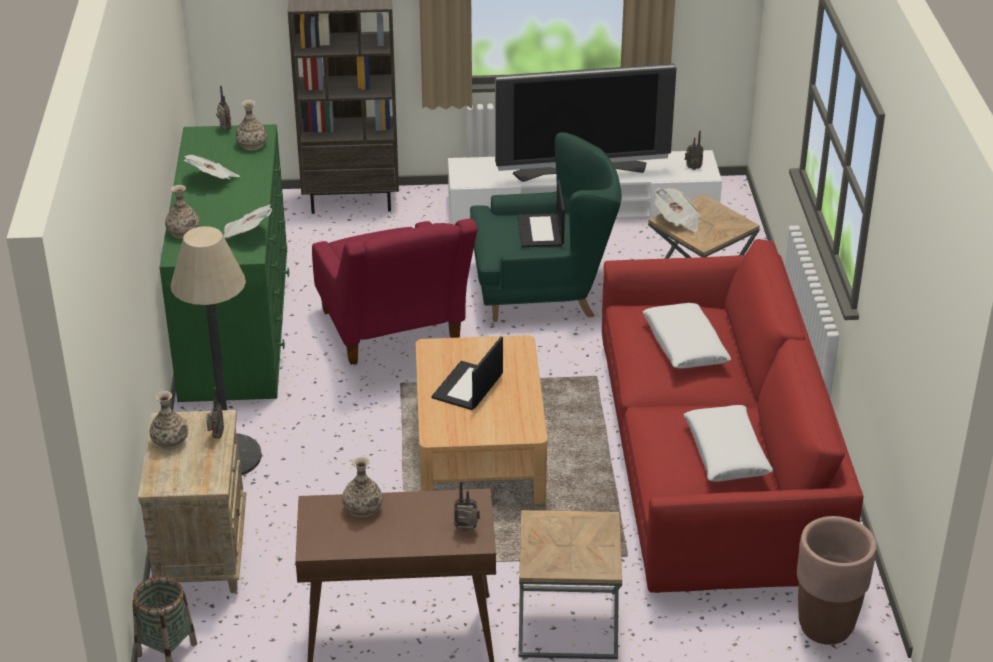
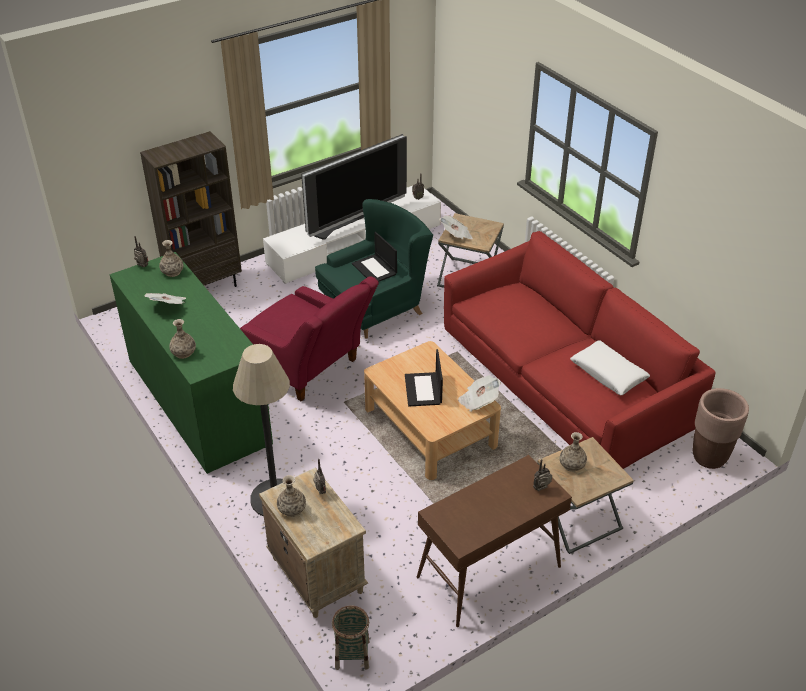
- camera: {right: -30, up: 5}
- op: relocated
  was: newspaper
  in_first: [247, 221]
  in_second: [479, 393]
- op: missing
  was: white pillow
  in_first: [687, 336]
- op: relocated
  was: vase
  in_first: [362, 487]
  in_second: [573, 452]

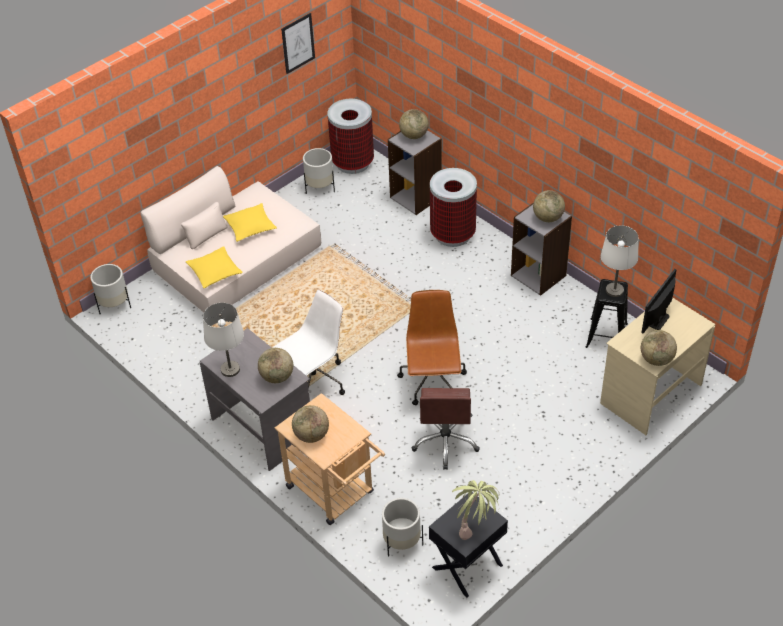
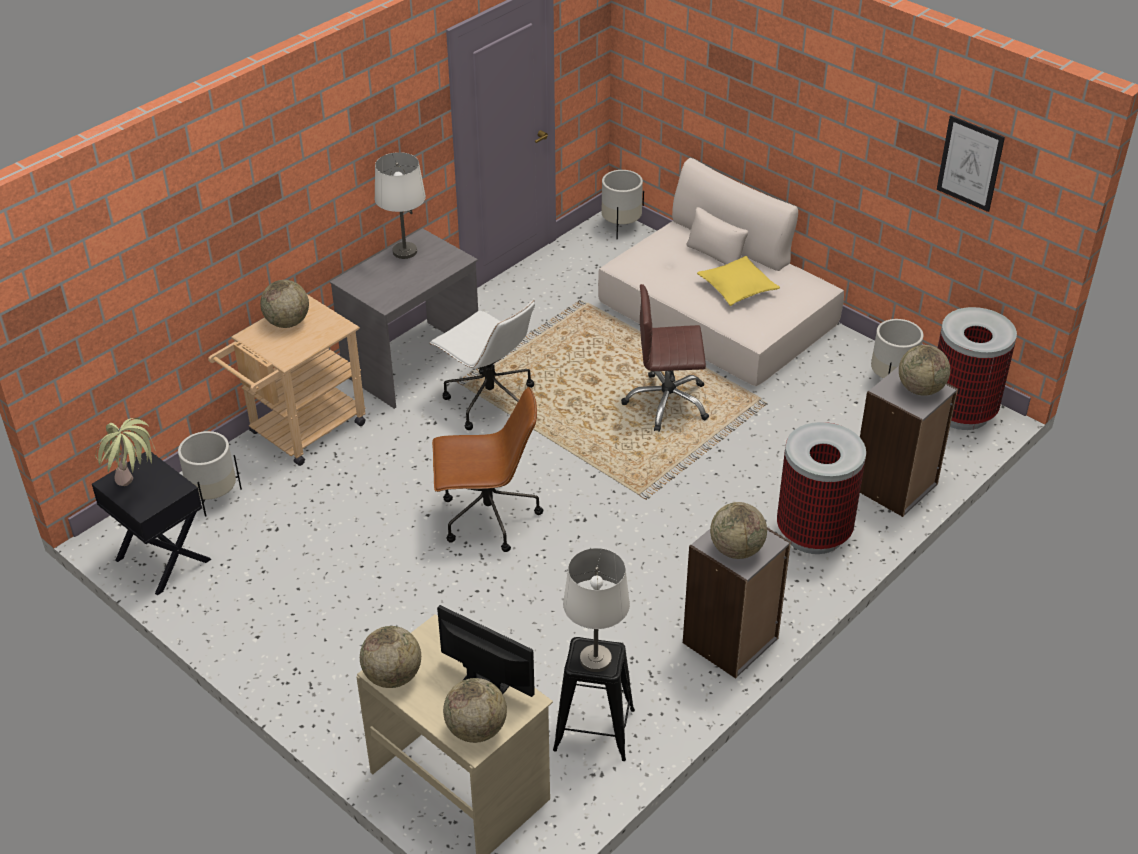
- camera: {right: 85, up: -5}
- op: missing
  was: yellow pillow
  in_first: [214, 267]
- op: relocated
  was: globe
  in_first: [275, 365]
  in_second: [475, 710]
- op: relocated
  was: brown office chair
  in_first: [445, 429]
  in_second: [665, 358]

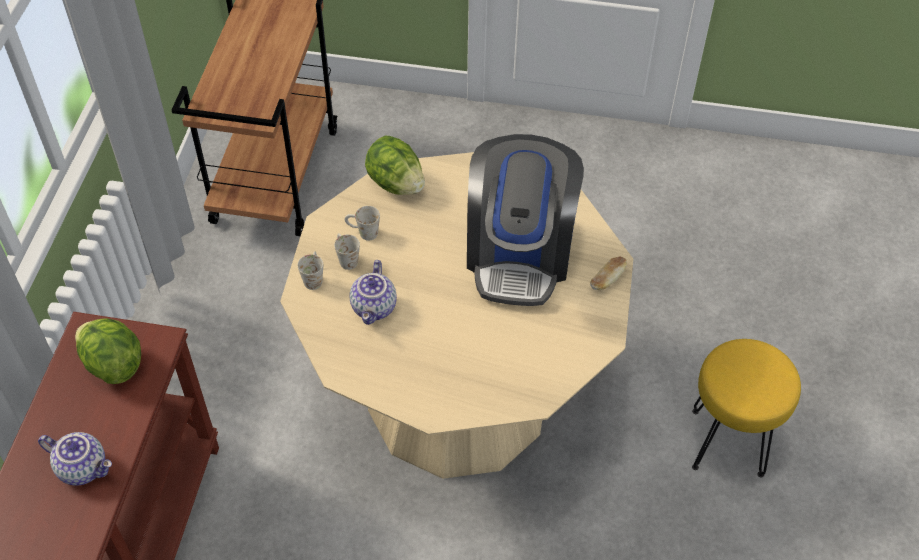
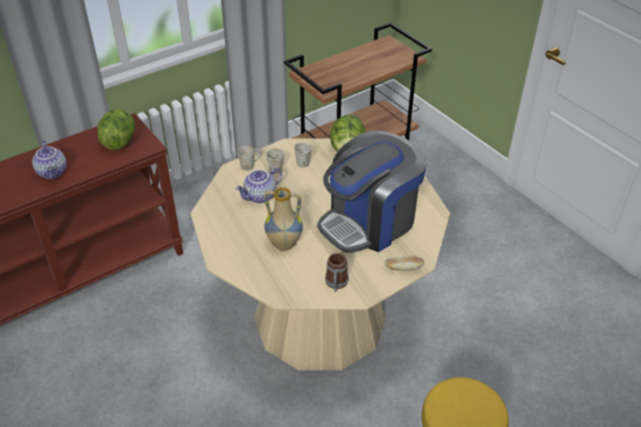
- camera: {right: 45, up: -10}
- op: appeared
  now: vase
  in_second: [283, 218]
- op: appeared
  now: mug
  in_second: [337, 272]

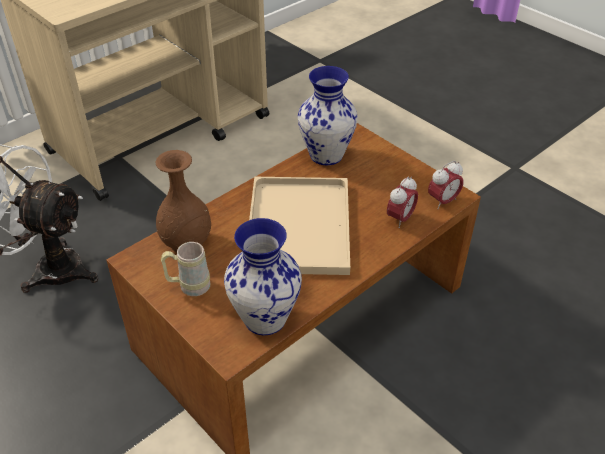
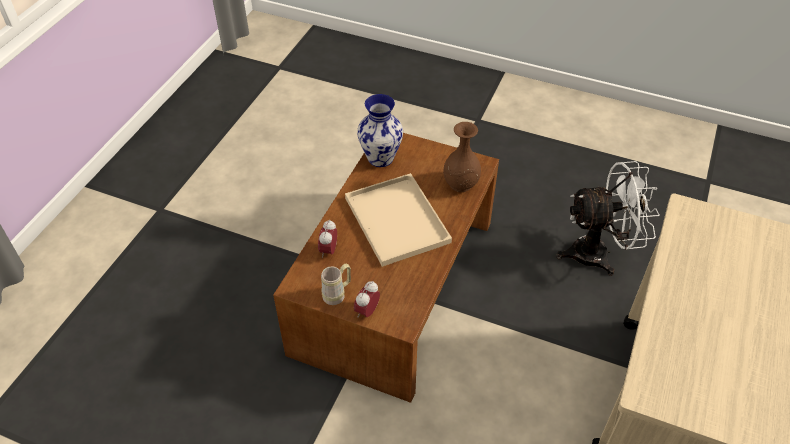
- camera: {right: 155, up: 5}
- op: missing
  was: vase
  in_first: [328, 115]
- op: relocated
  was: alarm clock
  in_first: [446, 185]
  in_second: [367, 299]
- op: relocated
  was: beige mug
  in_first: [185, 269]
  in_second: [336, 284]

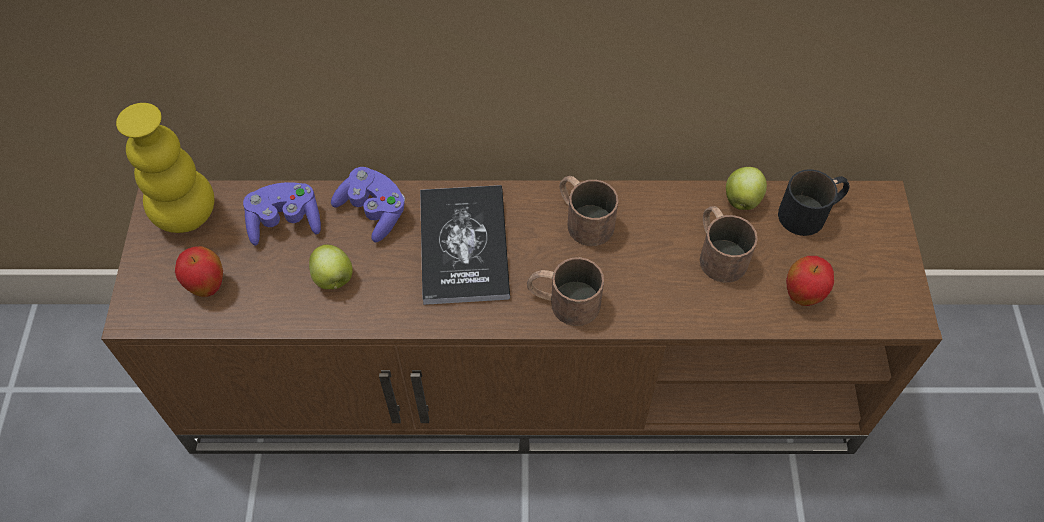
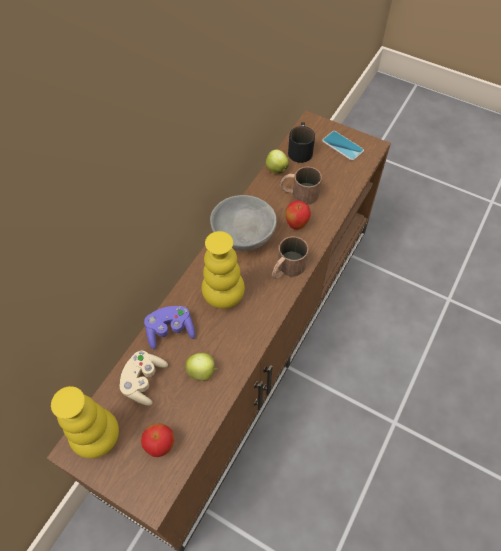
- camera: {right: -60, up: 0}
- op: exchanged
  was: brown mug
  now: grey bowl
  in_first: [589, 211]
  in_second: [243, 223]
- op: colour
  was: purple game controller
  now: beige game controller
  in_first: [282, 214]
  in_second: [143, 378]
- op: exchanged
  was: book
  now: yellow vase
  in_first: [465, 245]
  in_second: [223, 270]
- op: relocated
  was: apple
  in_first: [810, 281]
  in_second: [298, 215]
- op: appeared
  now: phone
  in_second: [343, 146]

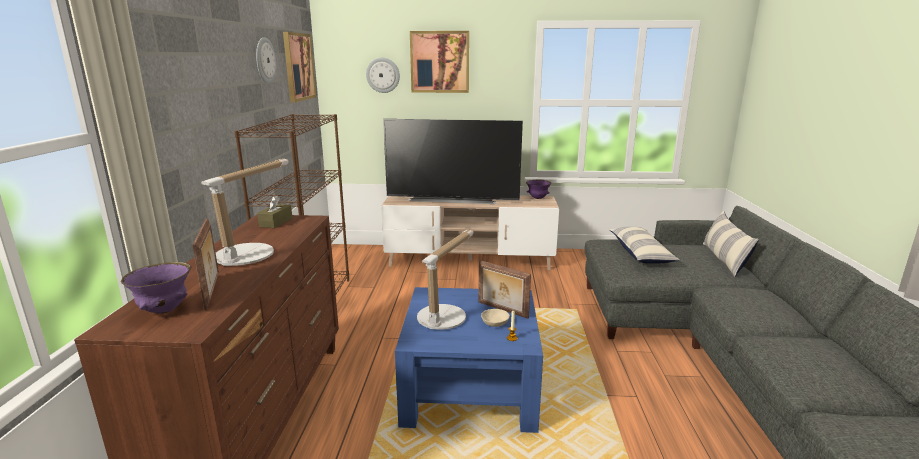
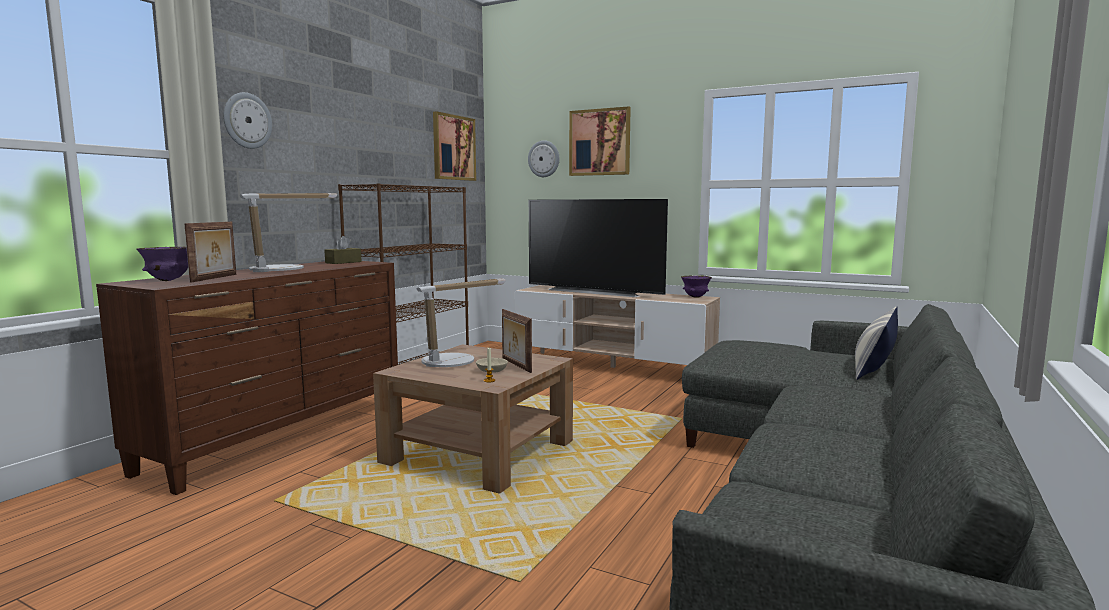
- camera: {right: 25, up: -10}
- op: relocated
  was: wall clock
  in_first: [266, 60]
  in_second: [247, 120]
- op: missing
  was: pillow
  in_first: [645, 245]
- op: colour
  was: blue coffee table
  now: brown coffee table
  in_first: [469, 360]
  in_second: [473, 419]

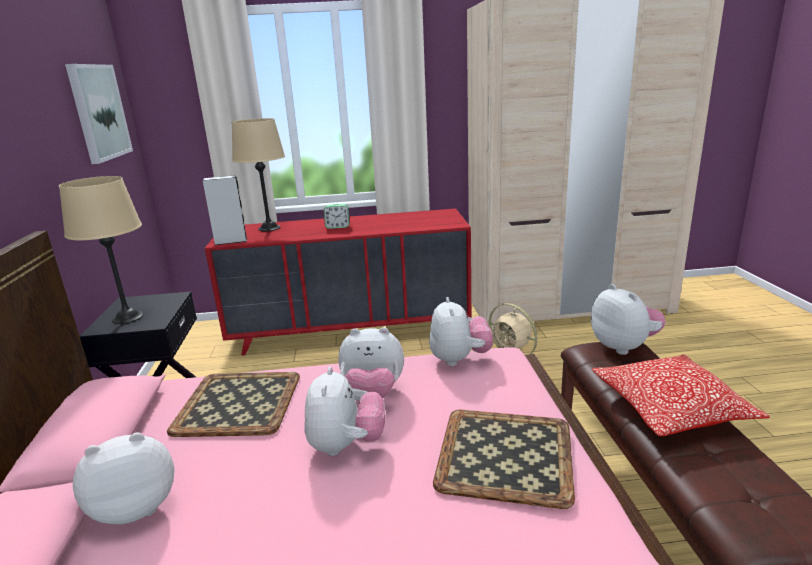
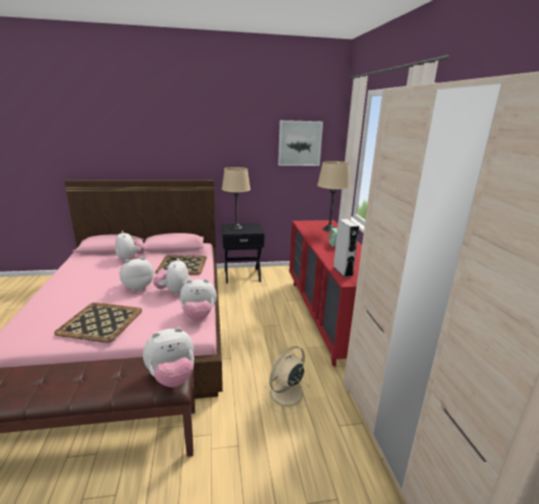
- camera: {right: 85, up: 0}
- op: relocated
  was: grey speaker
  in_first: [225, 210]
  in_second: [346, 248]
- op: missing
  was: pillow
  in_first: [681, 395]
- op: spun
  was: plush toy
  in_first: [344, 411]
  in_second: [137, 274]
  clockwise: 150

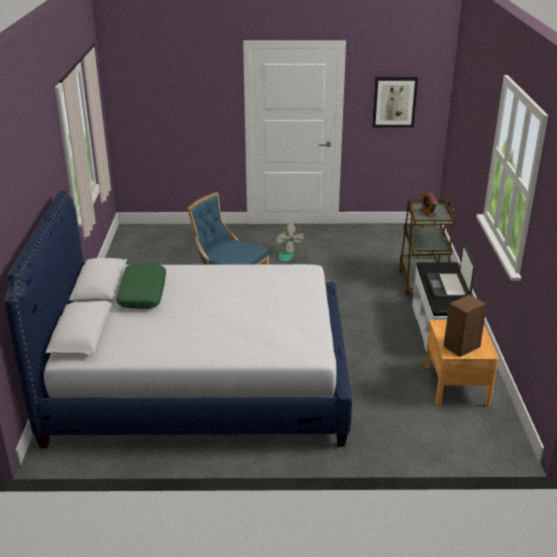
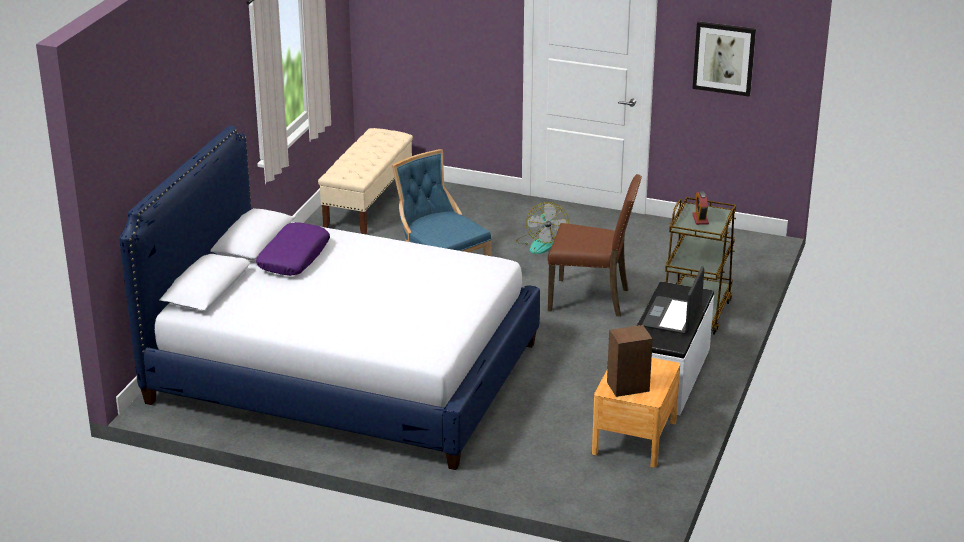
- camera: {right: 20, up: 0}
- op: colour
  was: green pillow
  now: purple pillow
  in_first: [141, 286]
  in_second: [293, 249]
- op: appeared
  now: beige bench
  in_second: [365, 181]
- op: appeared
  now: brown chair
  in_second: [595, 245]

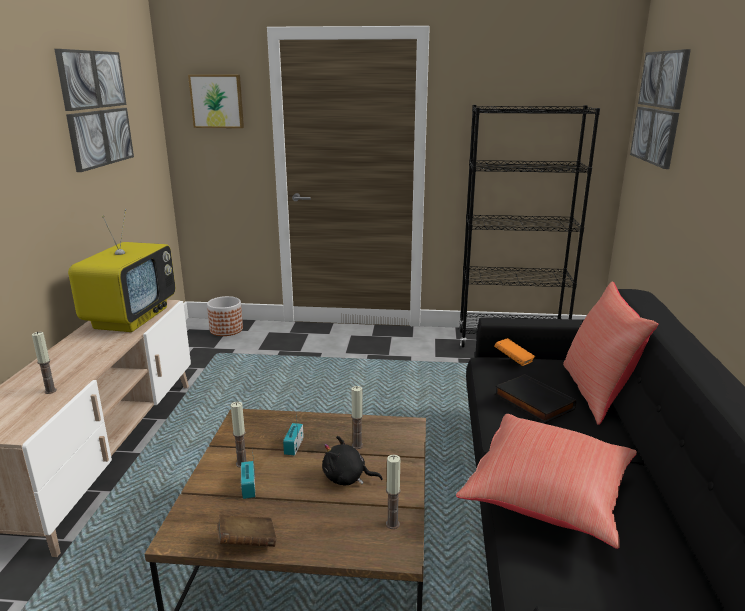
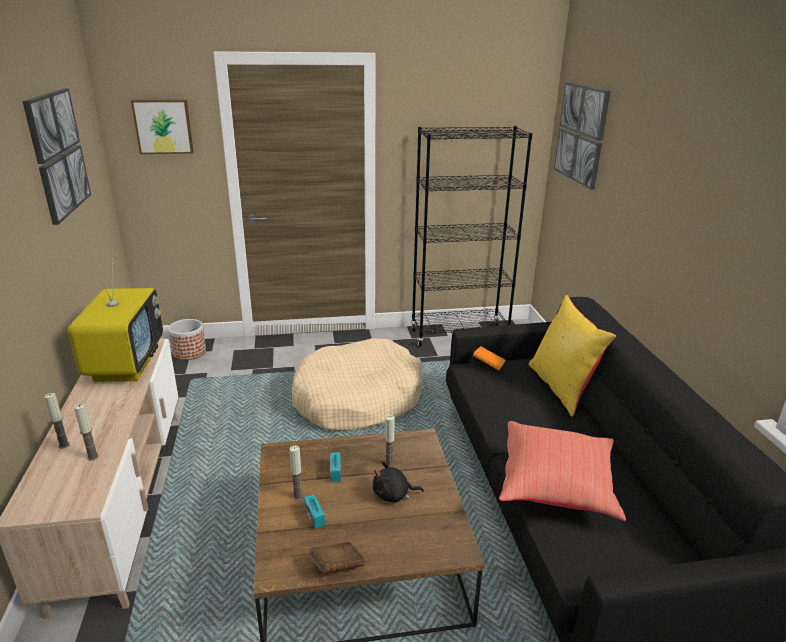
- camera: {right: -15, up: 5}
- op: colour
  was: red pillow
  now: yellow pillow
  in_first: [610, 353]
  in_second: [572, 356]
- op: missing
  was: black book
  in_first: [535, 398]
- op: relocated
  was: candle
  in_first: [393, 492]
  in_second: [57, 421]
- op: appeared
  now: beige dog bed
  in_second: [357, 384]

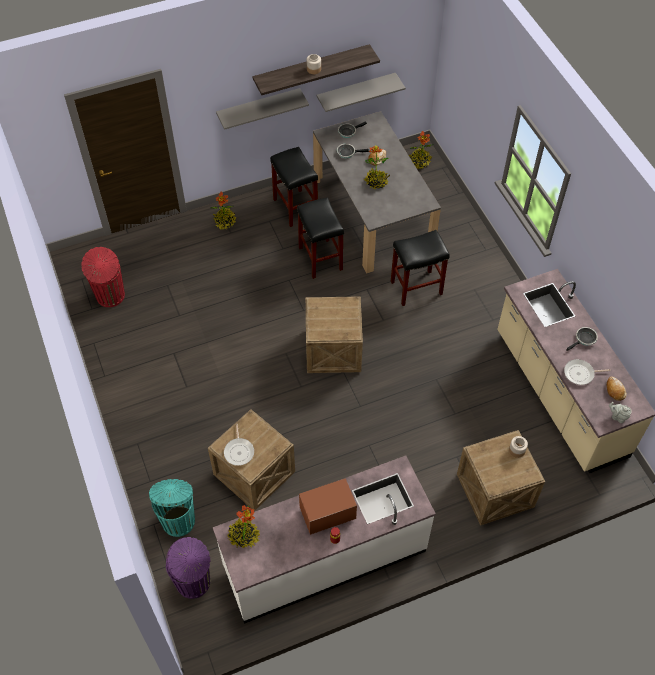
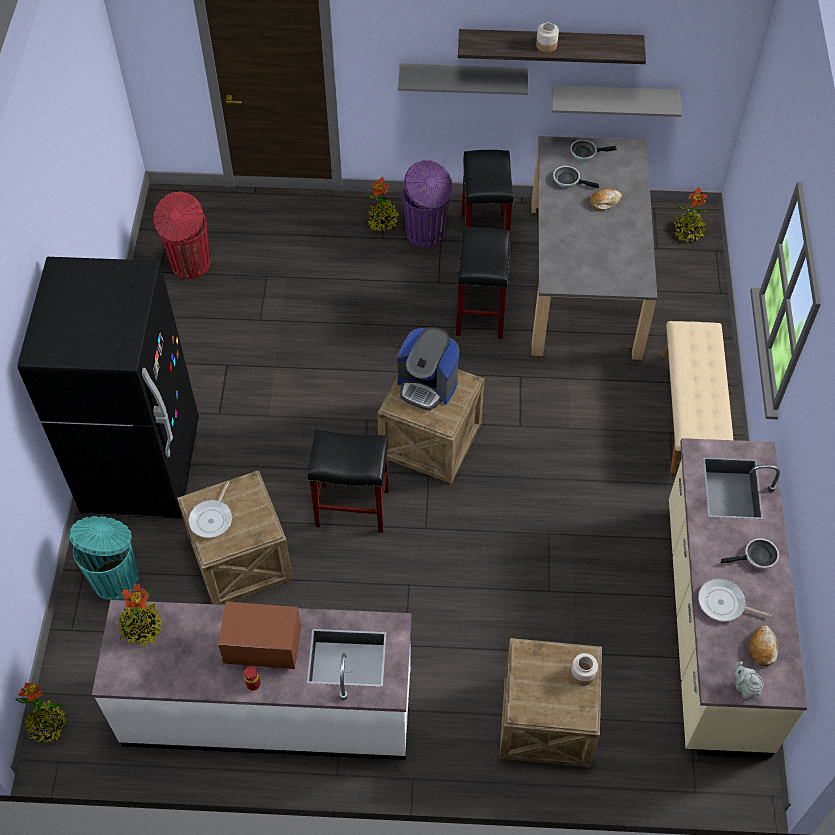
- camera: {right: 25, up: 0}
- op: relocated
  was: potted plant
  in_first: [377, 167]
  in_second: [41, 713]
- op: relocated
  was: black stool
  in_first: [420, 268]
  in_second: [348, 481]
- op: relocated
  was: purple trash can
  in_first: [188, 568]
  in_second: [427, 203]
- op: appeared
  now: black fridge
  in_second: [108, 387]
- op: appeared
  now: beige bench
  in_second: [697, 397]
- op: appeared
  now: coffee machine
  in_second: [428, 369]

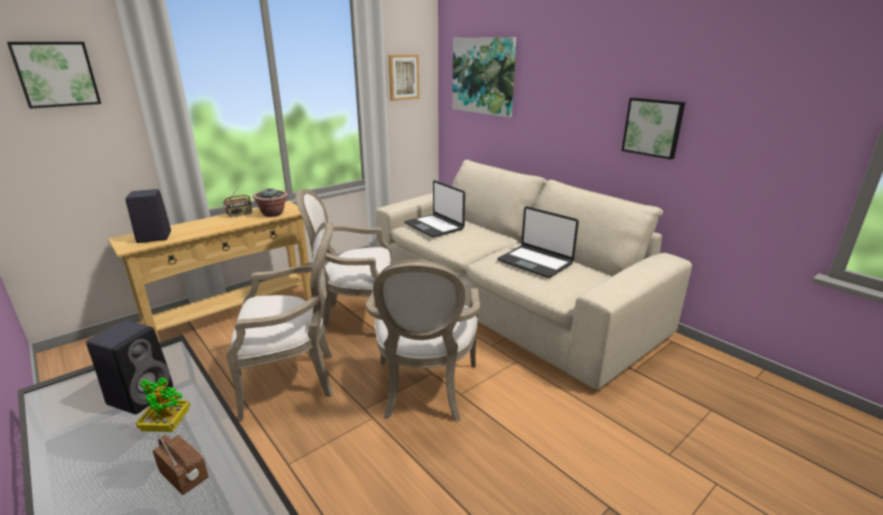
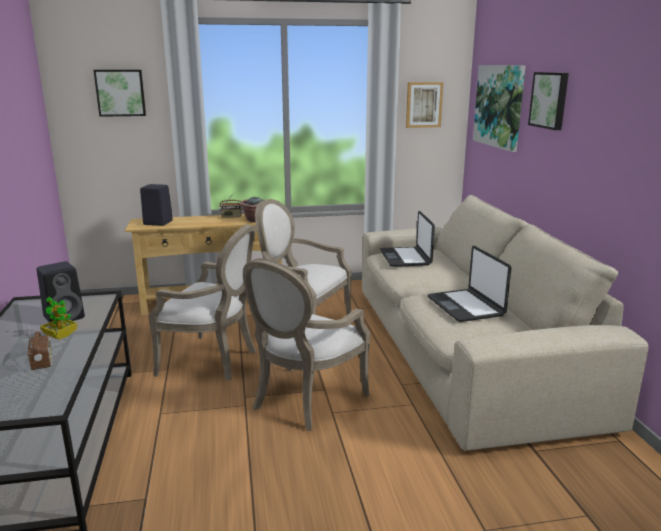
- camera: {right: 30, up: -5}
- op: relocated
  was: picture
  in_first: [653, 129]
  in_second: [548, 101]

